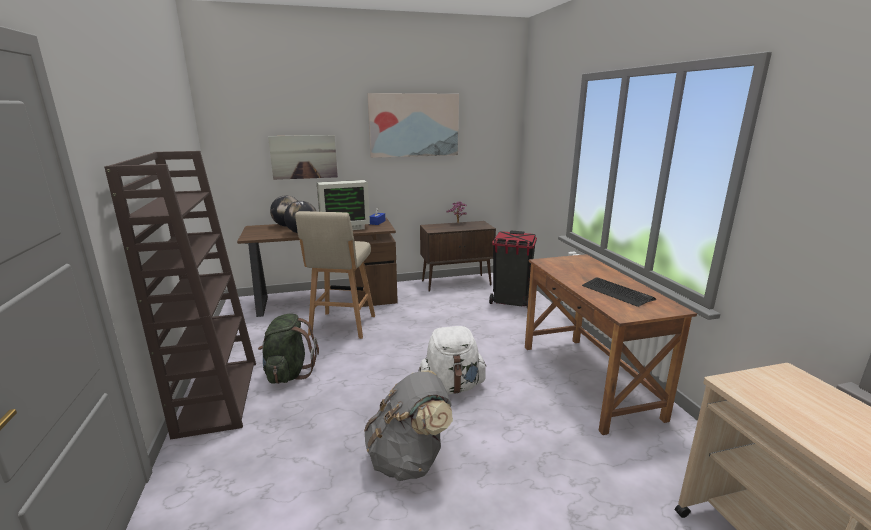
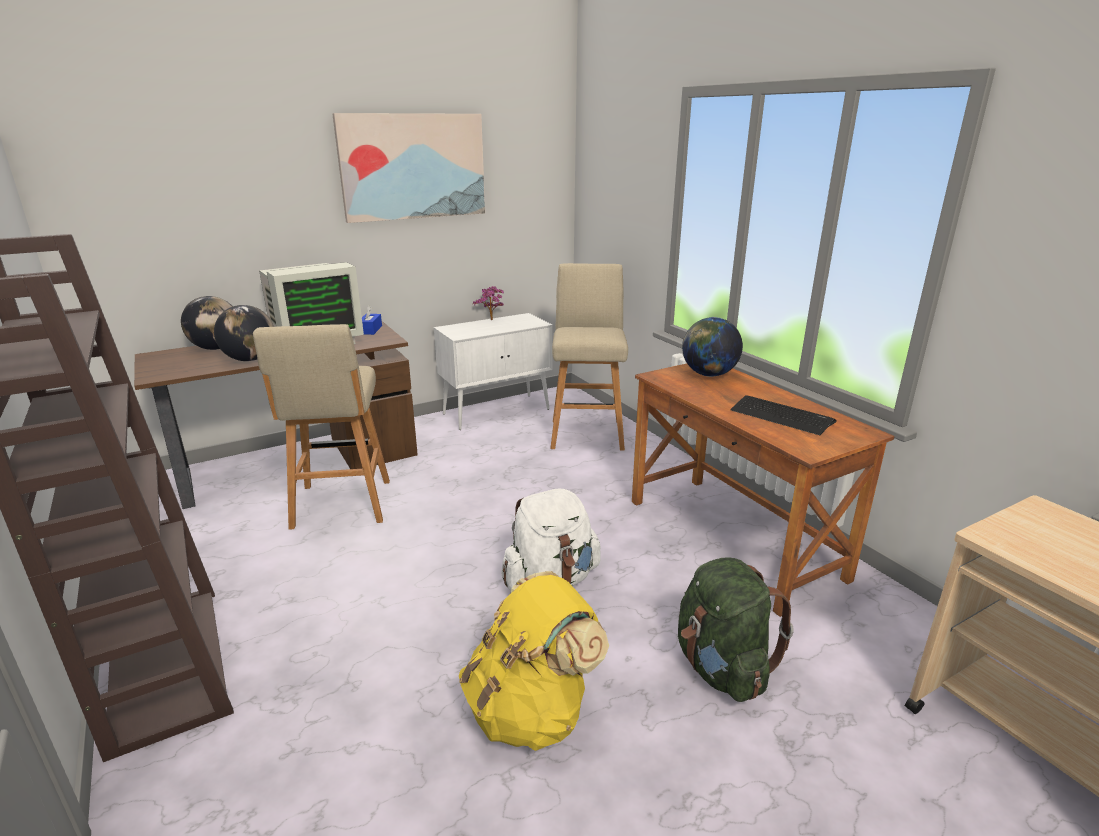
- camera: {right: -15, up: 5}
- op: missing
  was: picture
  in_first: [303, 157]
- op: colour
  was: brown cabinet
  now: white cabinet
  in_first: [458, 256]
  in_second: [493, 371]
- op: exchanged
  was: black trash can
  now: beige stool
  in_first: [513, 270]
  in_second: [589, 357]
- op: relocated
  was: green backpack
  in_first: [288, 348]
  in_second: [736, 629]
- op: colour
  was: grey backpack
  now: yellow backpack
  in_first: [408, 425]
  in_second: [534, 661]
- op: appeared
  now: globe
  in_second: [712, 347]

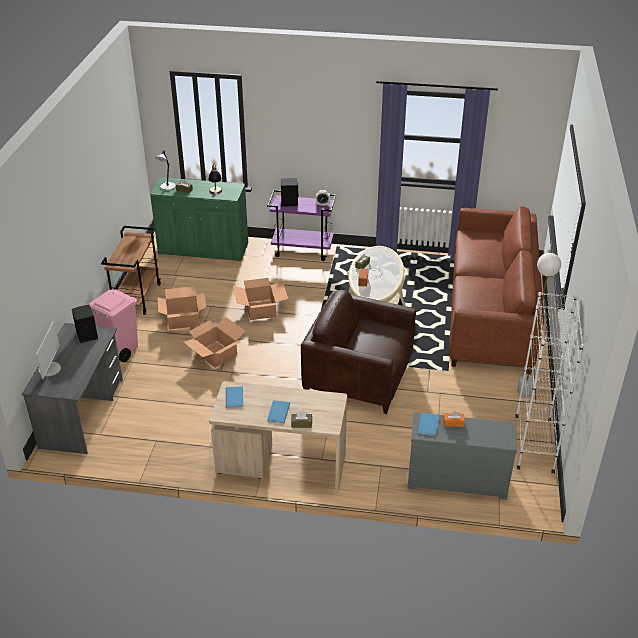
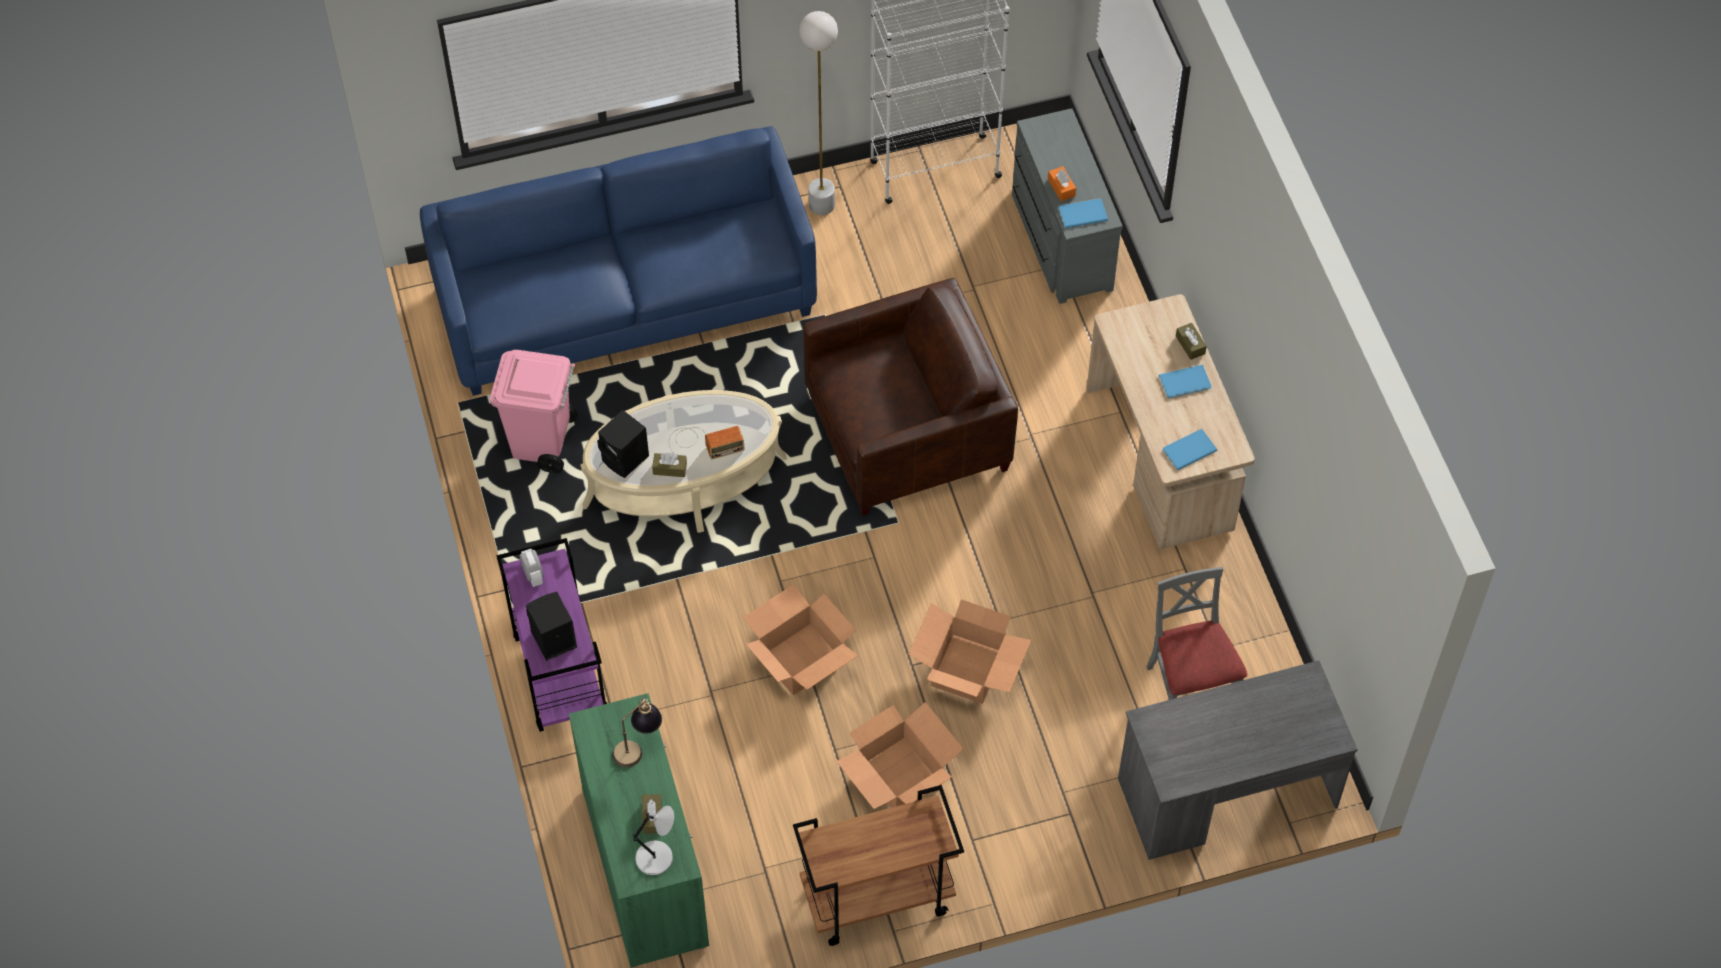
- camera: {right: -115, up: 20}
- op: colour
  was: brown sofa
  now: blue sofa
  in_first: [496, 290]
  in_second: [618, 261]
- op: relocated
  was: pink trash can
  in_first: [113, 325]
  in_second: [533, 411]
- op: spun
  was: brown armchair
  in_first: [358, 352]
  in_second: [910, 397]
  clockwise: -105
- op: relocated
  was: black speaker
  in_first: [85, 324]
  in_second: [623, 444]
- op: missing
  was: monitor
  in_first: [48, 350]
- op: appeared
  now: grey chair
  in_second: [1196, 633]

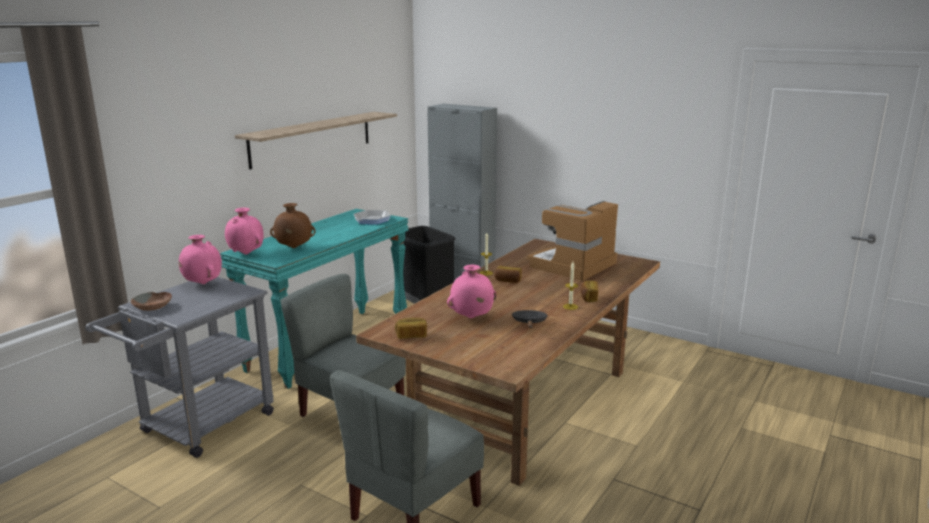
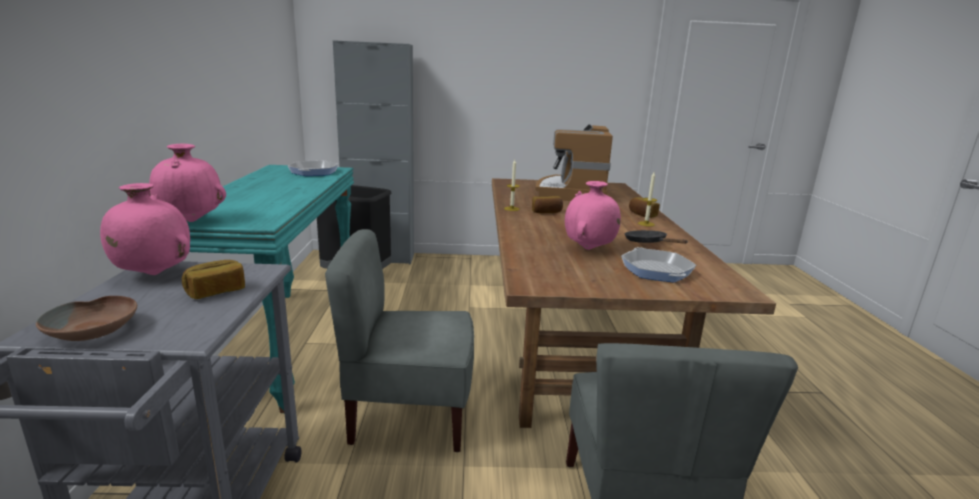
- camera: {right: -35, up: 0}
- op: missing
  was: shelf
  in_first: [316, 140]
- op: missing
  was: brown vase
  in_first: [292, 225]
- op: relocated
  was: bread
  in_first: [411, 328]
  in_second: [213, 279]
- op: appeared
  now: frying pan
  in_second: [659, 265]

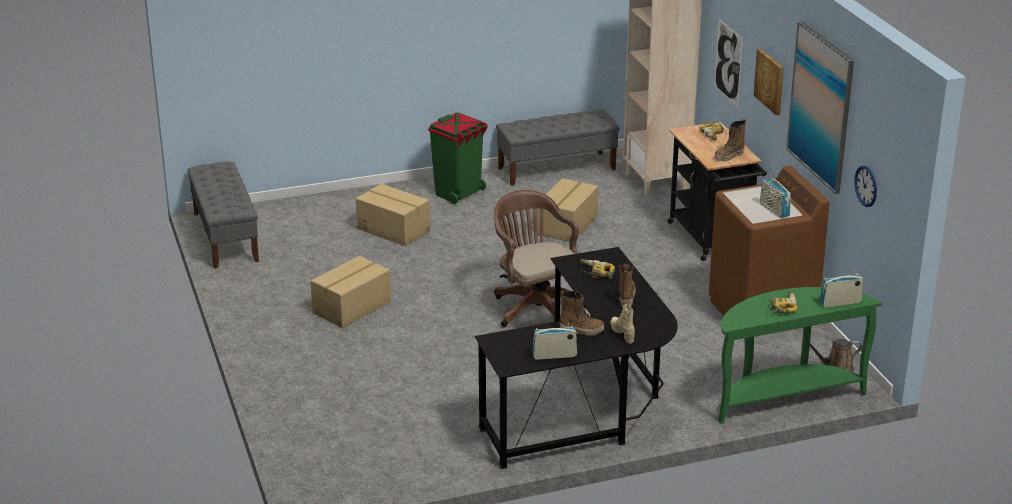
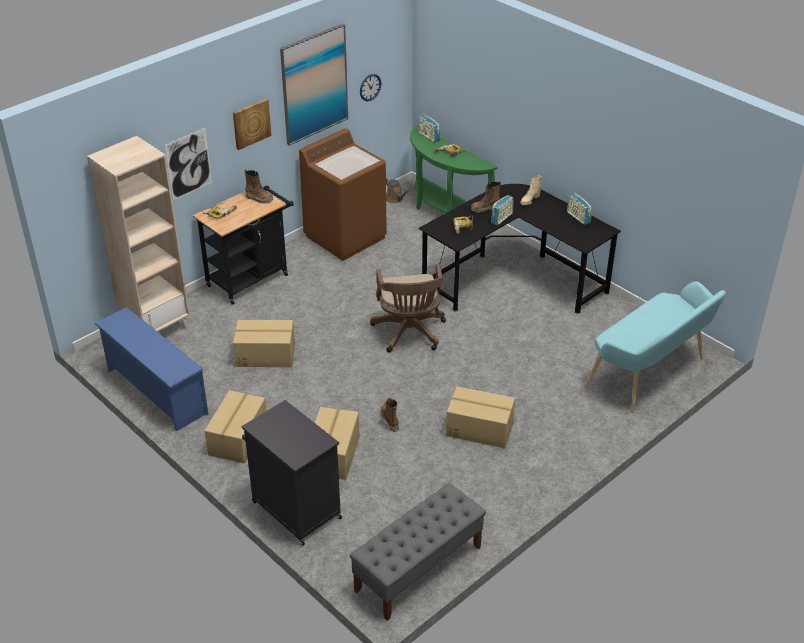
- camera: {right: -115, up: 10}
- op: exchanged
  was: grey bench
  now: blue shoe rack
  in_first: [558, 147]
  in_second: [152, 369]
- op: exchanged
  was: green trash can
  now: cardboard box
  in_first: [458, 158]
  in_second: [235, 426]
- op: relocated
  was: radio
  in_first: [775, 197]
  in_second: [502, 210]
- op: spun
  was: brown office chair
  in_first: [540, 258]
  in_second: [408, 308]
  clockwise: -45
- op: relocated
  was: boot
  in_first: [581, 313]
  in_second: [390, 415]
- op: appeared
  now: turquoise bench
  in_second: [655, 347]
- op: appeared
  now: black cabinet
  in_second: [291, 472]

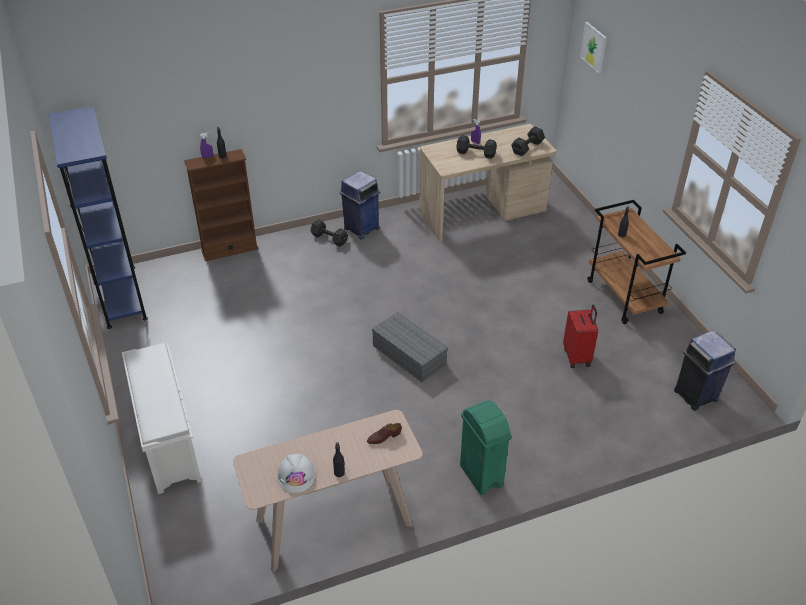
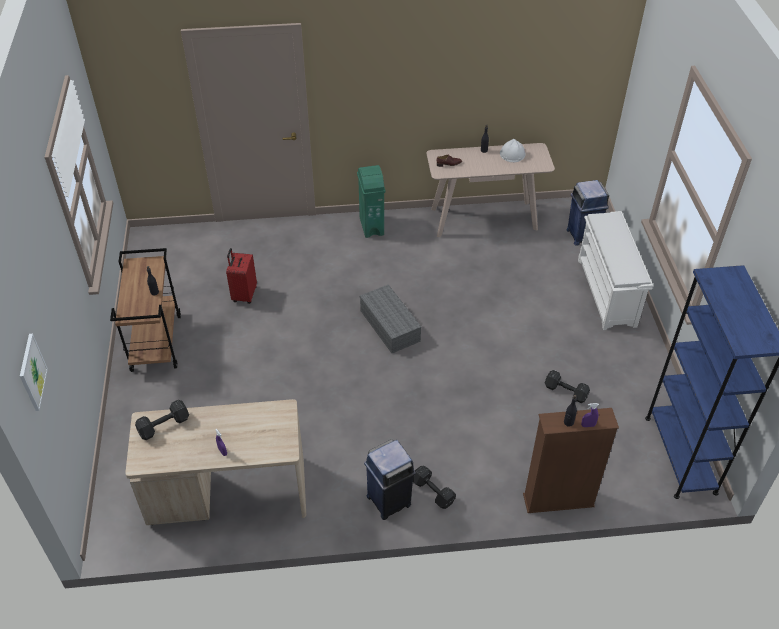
- camera: {right: -165, up: 5}
- op: relocated
  was: black dumbbell
  in_first: [476, 147]
  in_second: [567, 386]
- op: relocated
  was: blue trash can
  in_first: [705, 370]
  in_second: [588, 213]

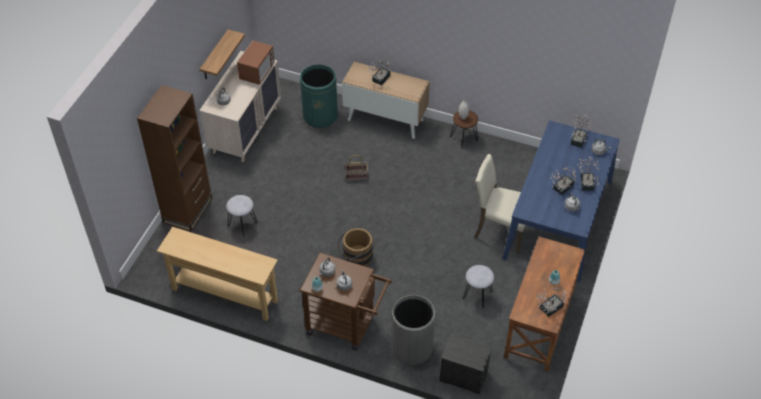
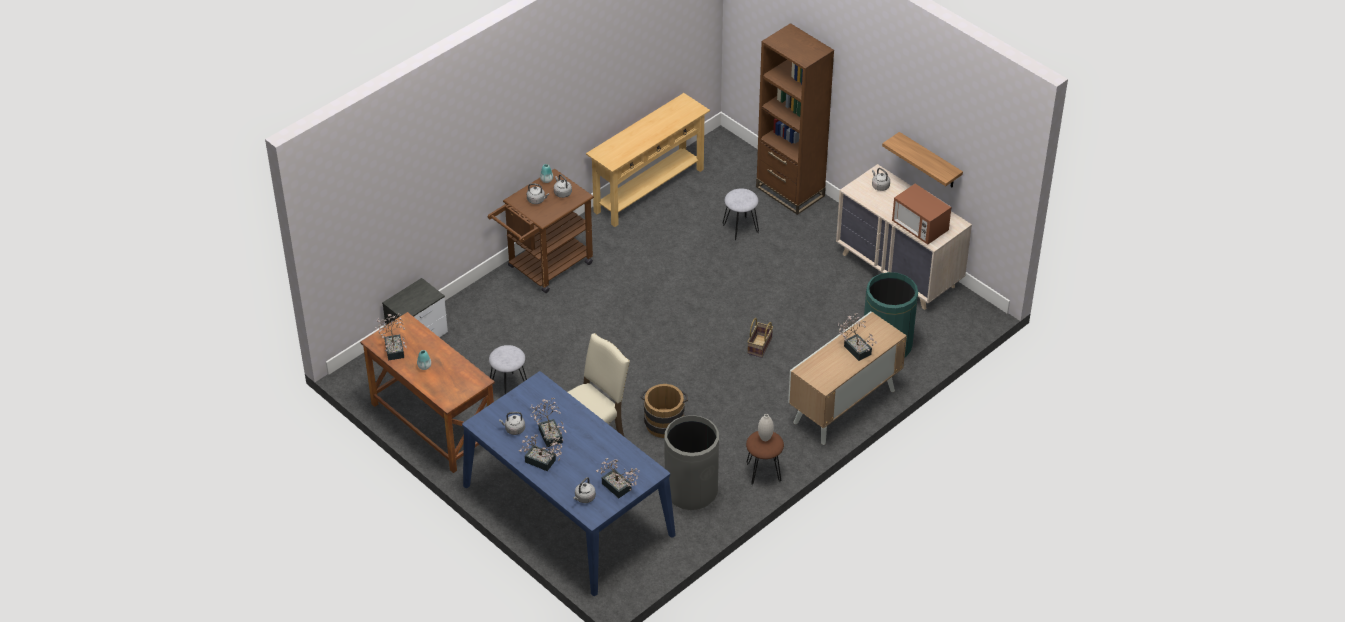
- camera: {right: 115, up: -5}
- op: relocated
  was: brown bucket
  in_first: [355, 247]
  in_second: [664, 411]
- op: relocated
  was: grey trash can
  in_first: [413, 330]
  in_second: [692, 462]

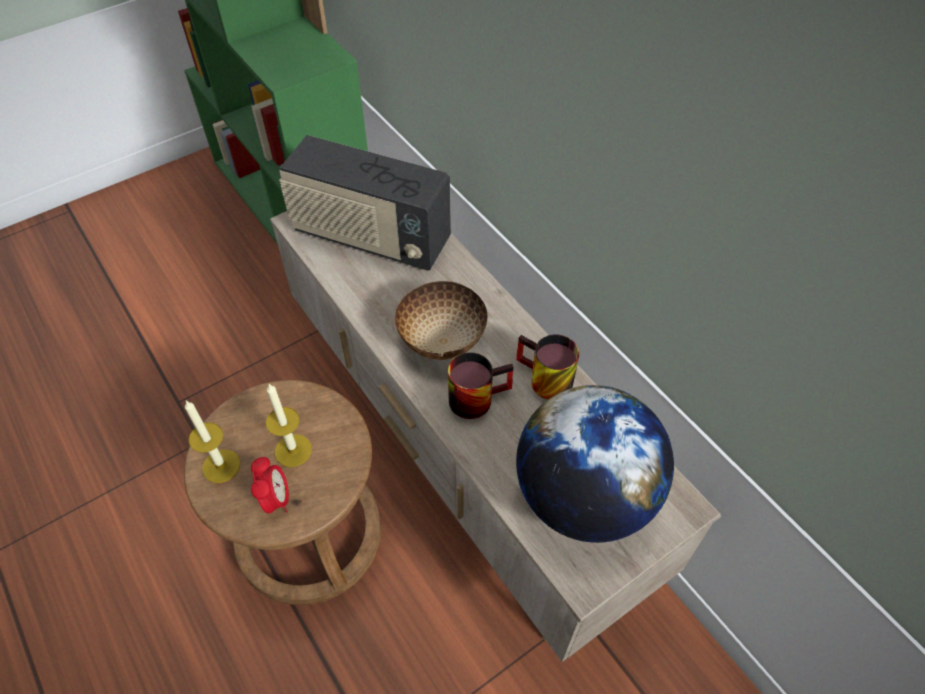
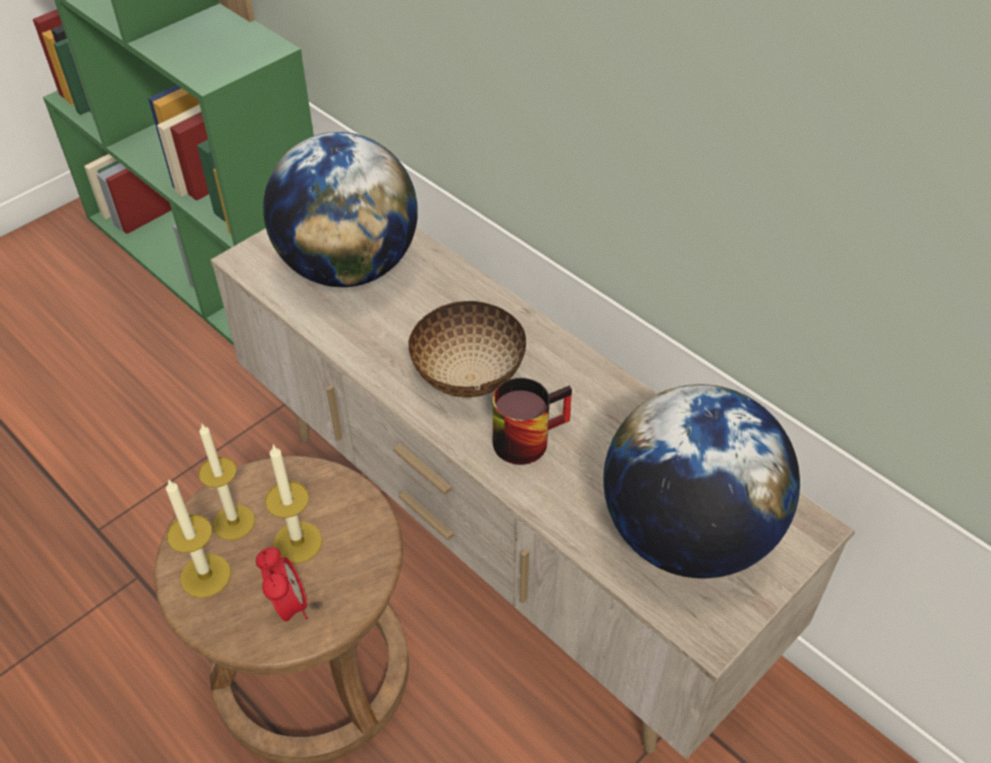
- camera: {right: -10, up: -5}
- op: exchanged
  was: radio
  now: globe
  in_first: [365, 203]
  in_second: [340, 209]
- op: missing
  was: mug
  in_first: [547, 367]
- op: appeared
  now: candle
  in_second: [226, 481]

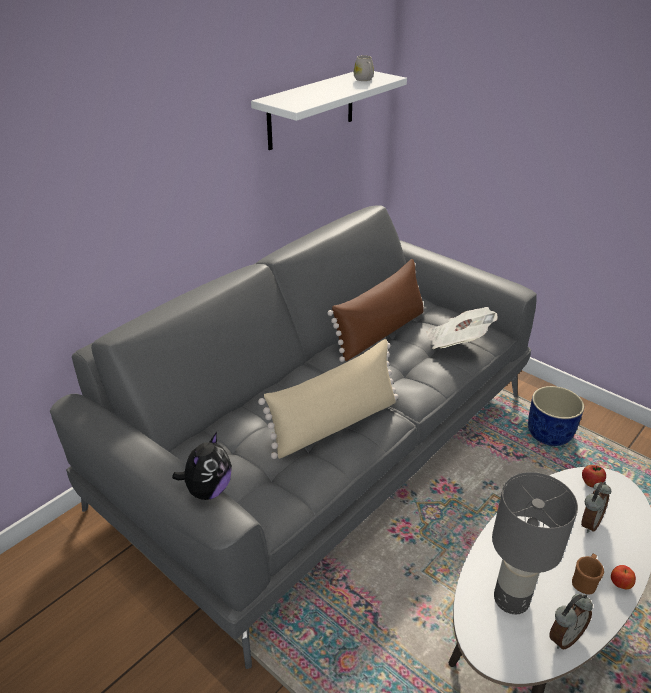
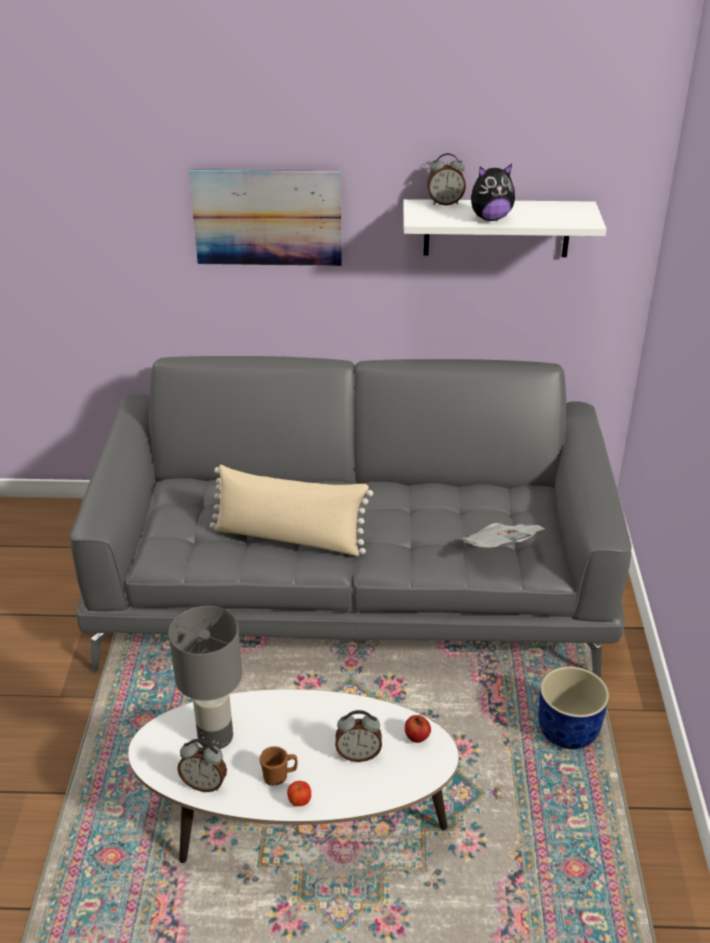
- camera: {right: 50, up: 0}
- op: missing
  was: white mug
  in_first: [364, 68]
- op: missing
  was: brown pillow
  in_first: [376, 310]
- op: relocated
  was: plush toy
  in_first: [202, 466]
  in_second: [493, 192]
- op: appeared
  now: alarm clock
  in_second: [446, 179]
- op: appeared
  now: picture
  in_second: [265, 217]

